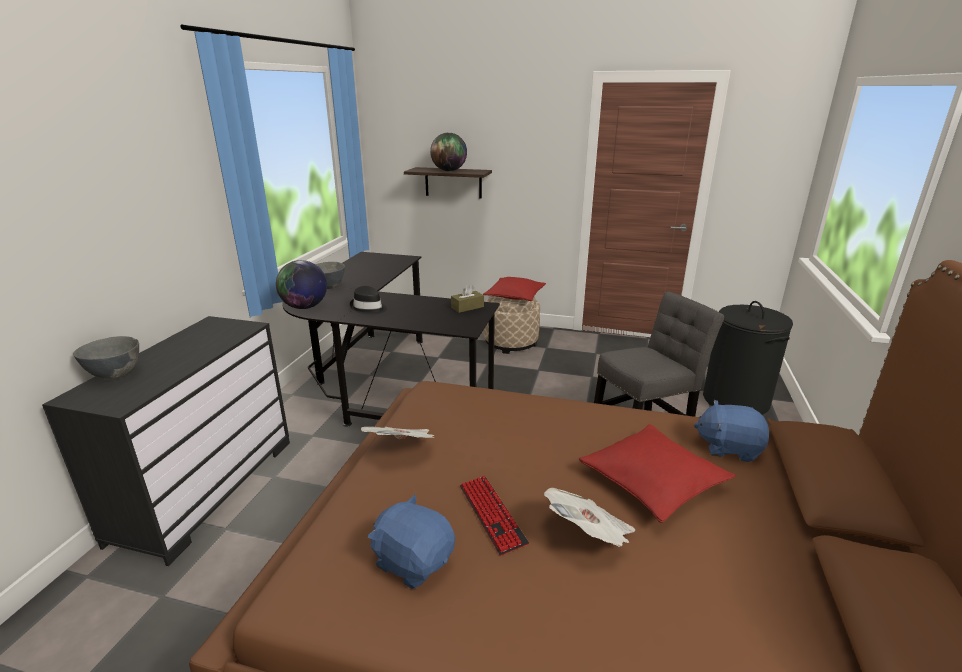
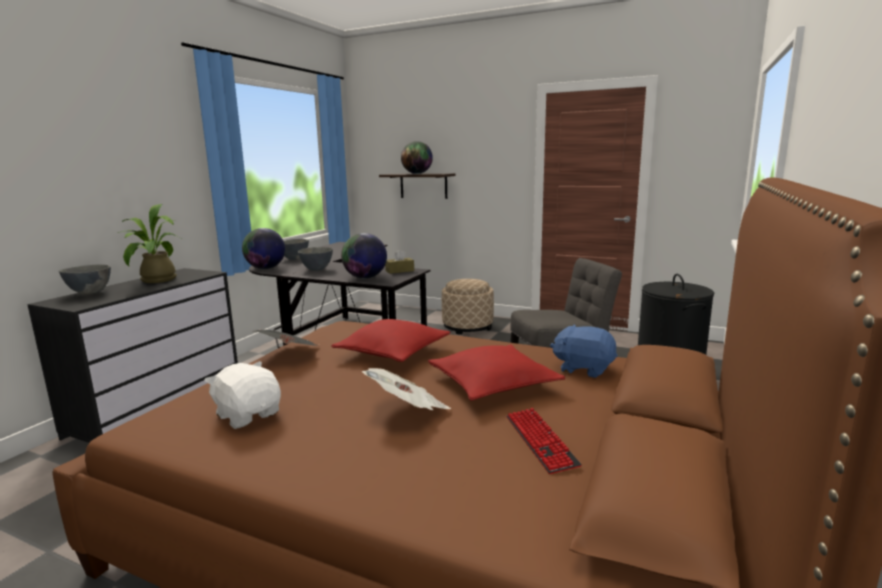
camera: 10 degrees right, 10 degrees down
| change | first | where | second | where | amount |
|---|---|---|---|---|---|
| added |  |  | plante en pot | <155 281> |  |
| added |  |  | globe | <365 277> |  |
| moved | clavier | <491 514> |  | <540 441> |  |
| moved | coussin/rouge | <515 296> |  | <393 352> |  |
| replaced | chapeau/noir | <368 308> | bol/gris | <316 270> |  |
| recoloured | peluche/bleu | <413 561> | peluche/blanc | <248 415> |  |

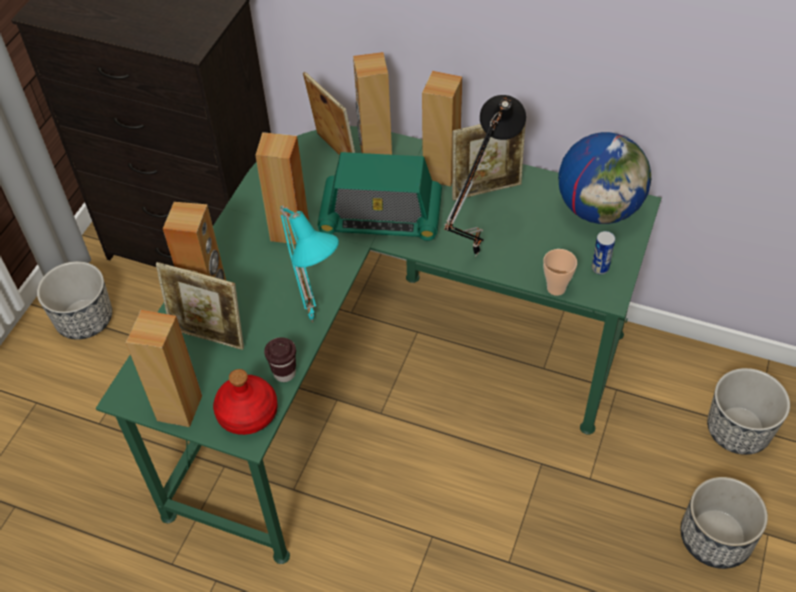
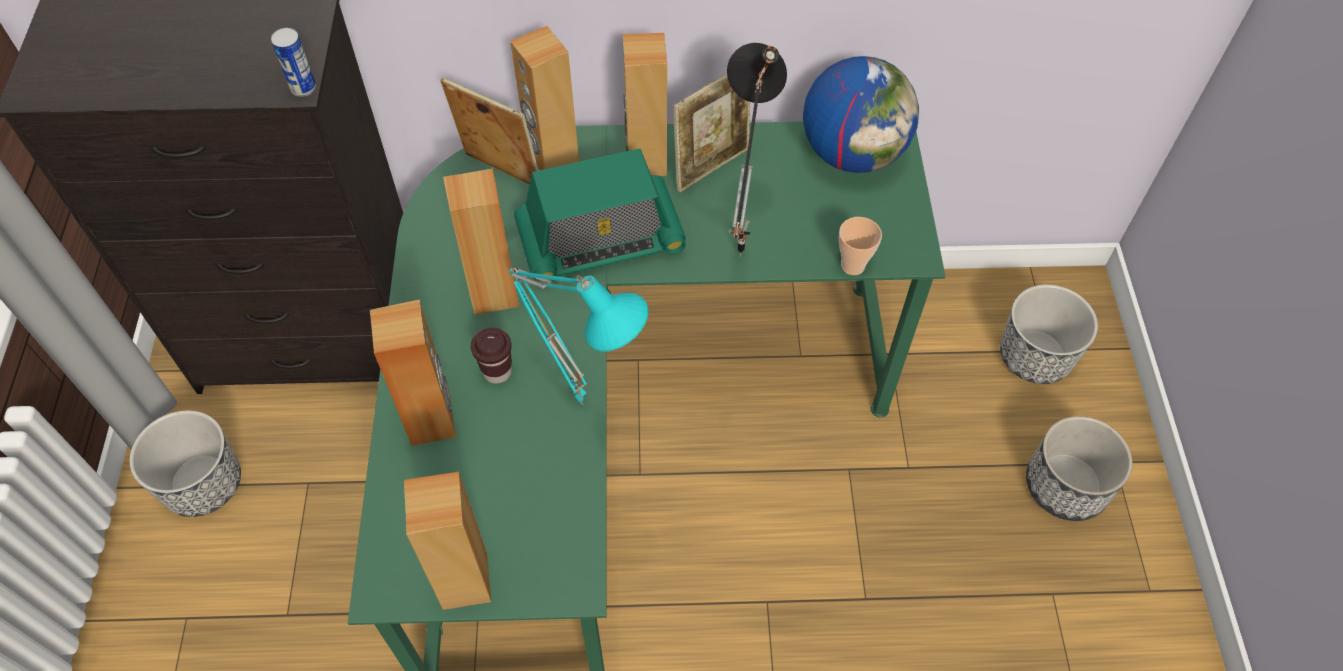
camera: 25 degrees left, 5 degrees up
| change | first | where | second | where | amount |
|---|---|---|---|---|---|
| removed | cadre photo | <209 336> |  |  |  |
| removed | bouteille/rouge | <247 413> |  |  |  |
| moved | tasse/marron | <284 373> |  | <497 372> |  |
| moved | boîte métallique | <600 268> |  | <303 88> |  |

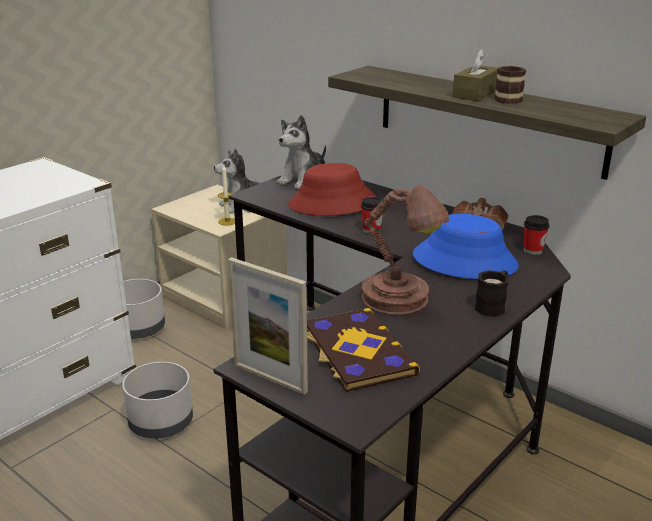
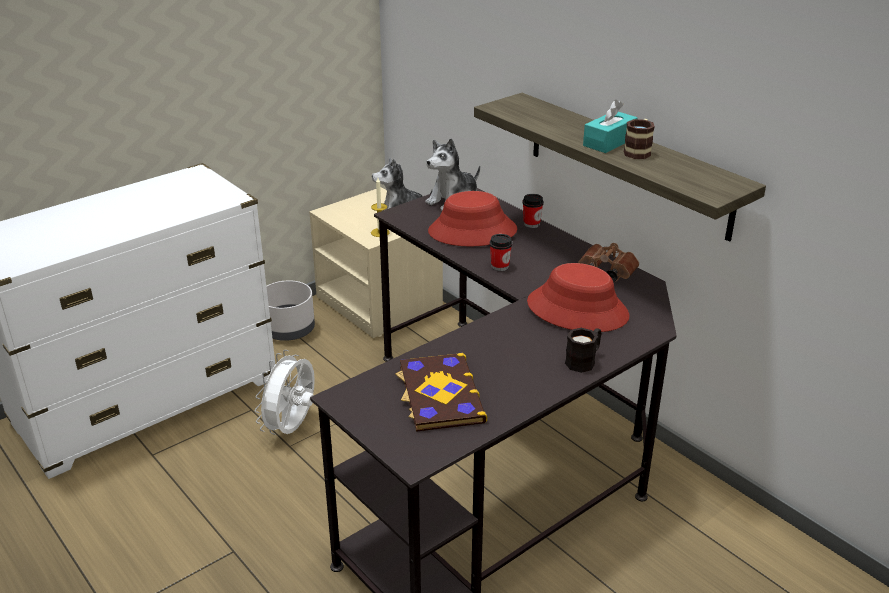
camera: 10 degrees right, 5 degrees up
| change | first | where | second | where | amount |
|---|---|---|---|---|---|
| removed | cadre photo | <270 378> |  |  |  |
| removed | lampe de table/marron | <399 300> |  |  |  |
| moved | tasse | <533 250> |  | <531 224> |  |
| replaced | cache-pot/gris | <161 423> | ventilateur/blanc | <292 428> |  |
| recoloured | chapeau/bleu | <464 261> | chapeau/rouge | <577 309> |  |
| recoloured | boîte à mouchoirs/marron | <475 94> | boîte à mouchoirs/turquoise | <609 142> |  |

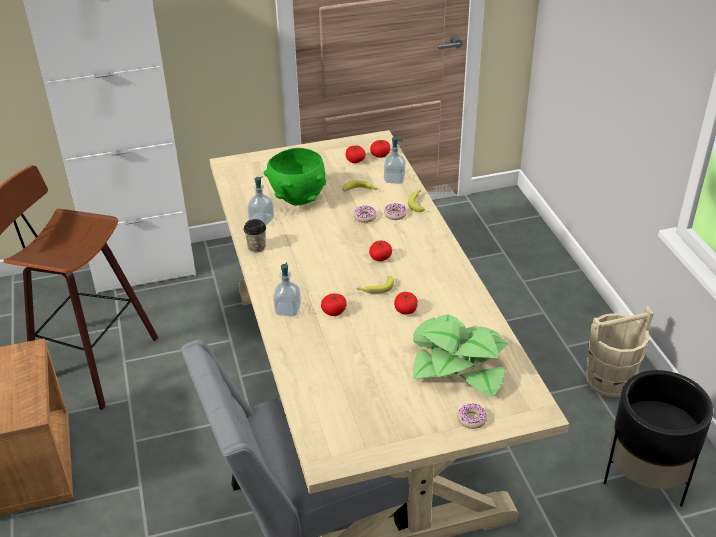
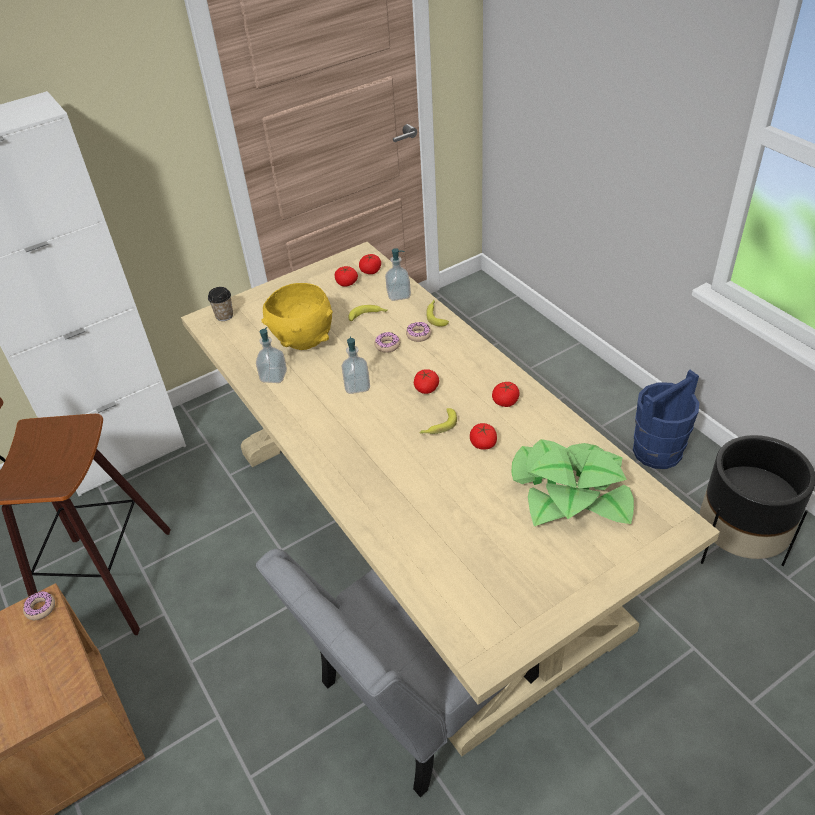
camera: 15 degrees left, 5 degrees up
| change | first | where | second | where | amount |
|---|---|---|---|---|---|
| moved | tasse | <256 247> |  | <224 316> |  |
| moved | distributeur de savon | <288 310> |  | <357 386> |  |
| moved | tomate | <334 311> |  | <505 401> |  |
| moved | beignet | <471 419> |  | <40 608> |  |
| recoloured | bol/vert | <298 198> | bol/jaune | <303 340> |  |
| recoloured | seau/beige | <610 380> | seau/bleu | <658 451> |  |

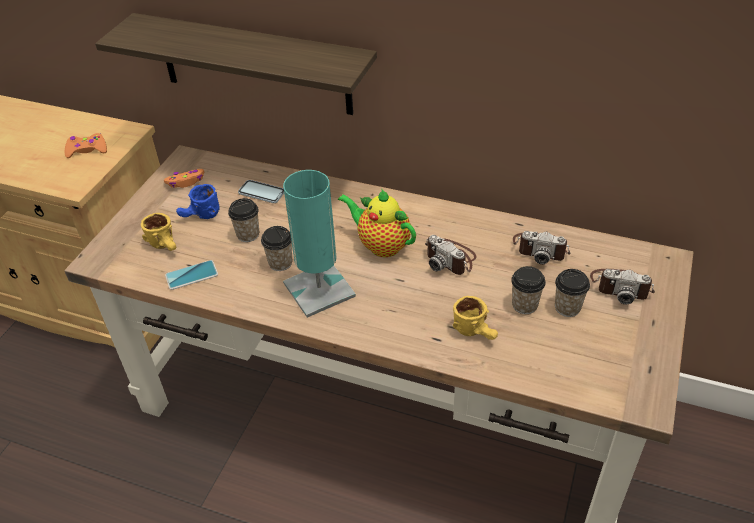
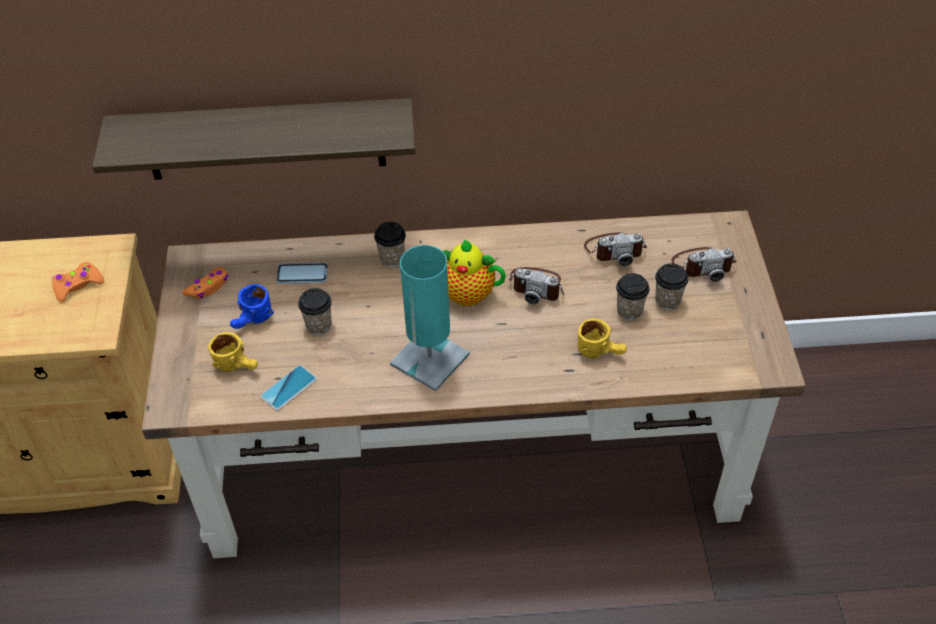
camera: 25 degrees left, 5 degrees up
| change | first | where | second | where | amount |
|---|---|---|---|---|---|
| moved | tasse | <280 263> |  | <392 258> |  |

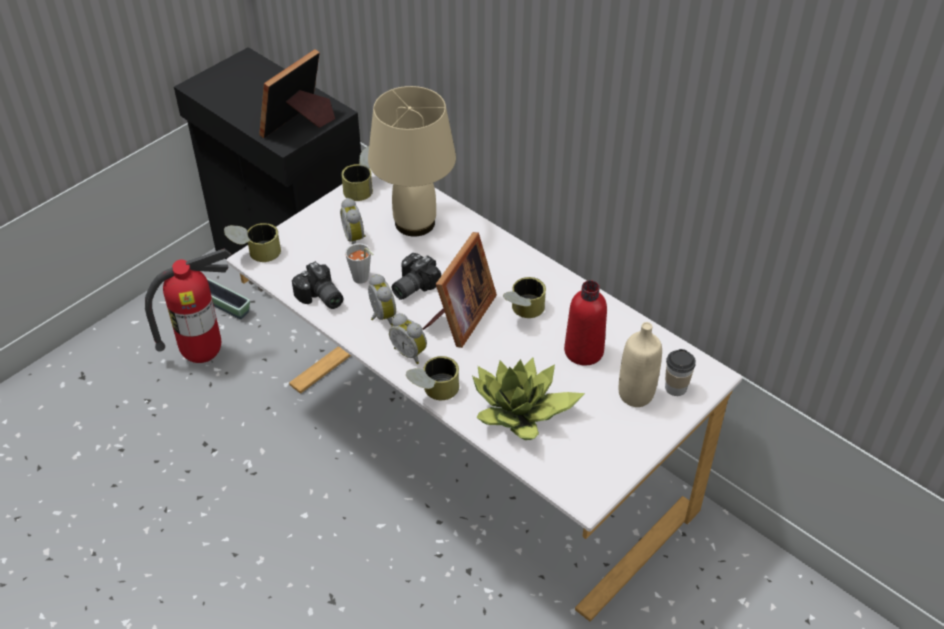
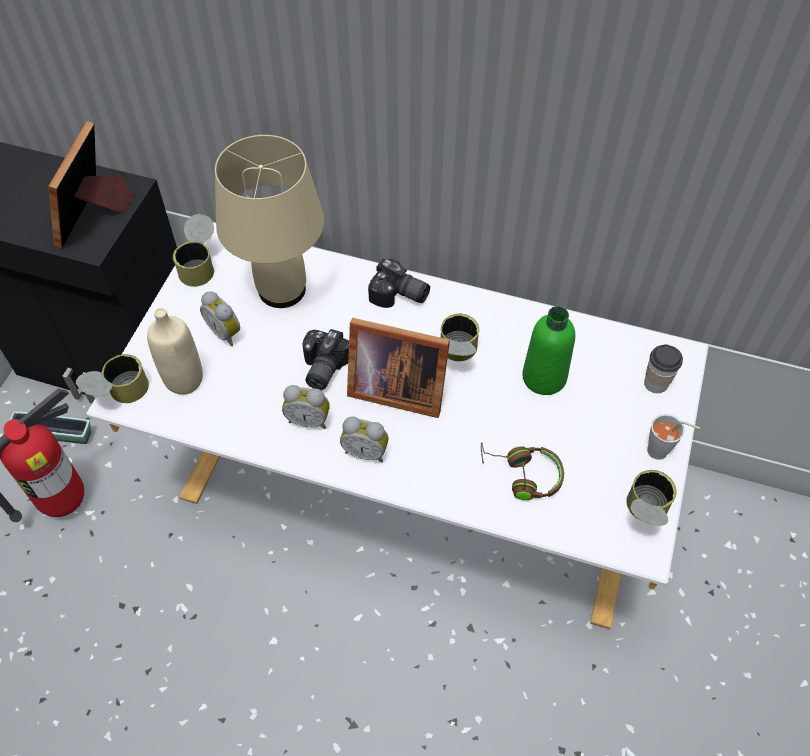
camera: 25 degrees left, 10 degrees up
| change | first | where | second | where | amount |
|---|---|---|---|---|---|
| moved | appareil photo | <320 298> |  | <399 296> |  |
| moved | tasse/gris | <362 280> |  | <662 453> |  |
| moved | boîte métallique | <433 392> |  | <643 514> |  |
| moved | bouteille/beige | <636 394> |  | <184 380> |  |
| replaced | plante en pot | <520 411> | casque audio/marron | <521 475> |  |
| recoloured | bouteille/rouge | <583 351> | bouteille/vert | <544 377> |  |
| turned | réveil | <381 317> |  | <309 419> | 150 degrees clockwise |
| turned | cadre photo | <459 318> |  | <394 387> | 105 degrees clockwise |

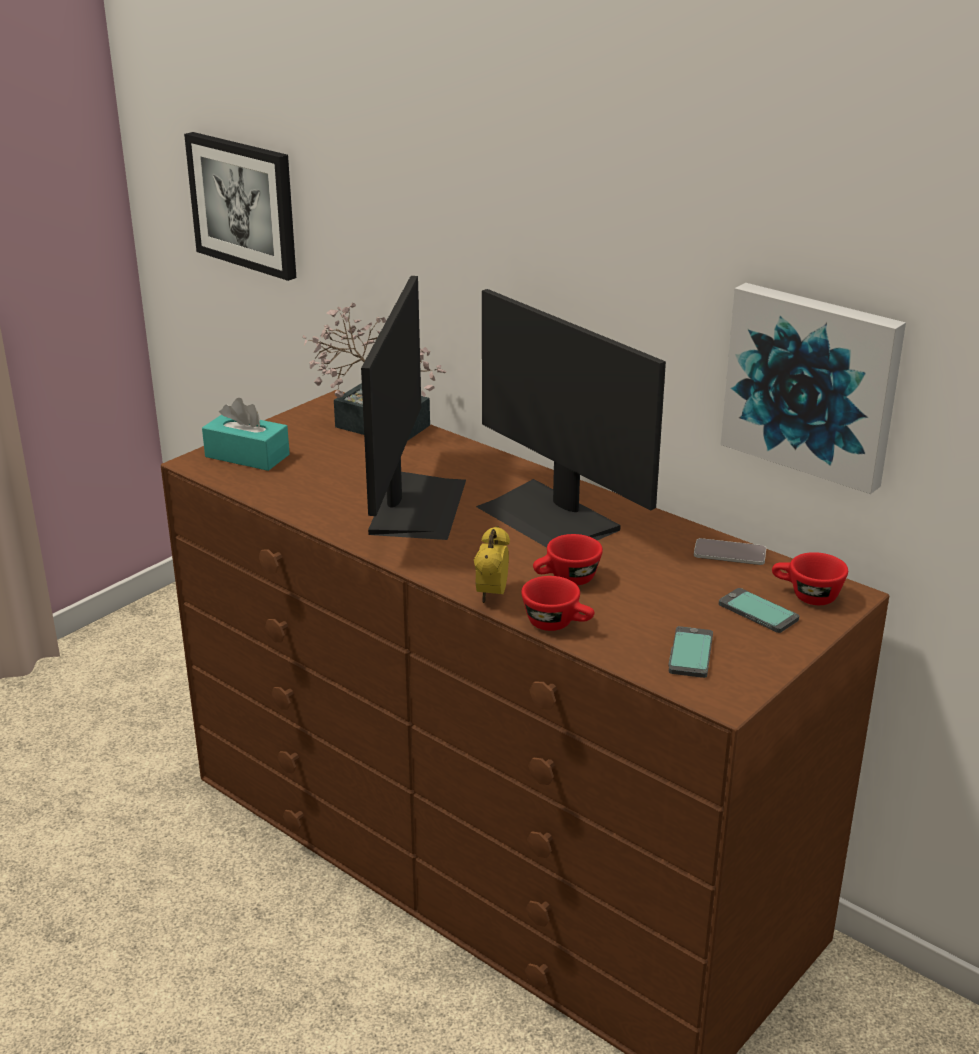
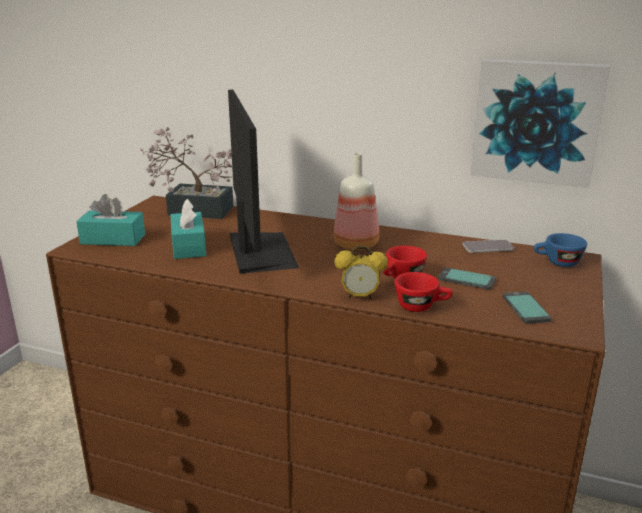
camera: 20 degrees left, 5 degrees down
| change | first | where | second | where | amount |
|---|---|---|---|---|---|
| removed | tableau | <244 204> |  |  |  |
| added |  |  | boîte à mouchoirs/turquoise | <189 246> |  |
| moved | téléphone | <758 612> |  | <466 280> |  |
| replaced | écran d'ordinateur | <550 517> | bouteille | <357 244> |  |
| recoloured | tasse/rouge | <806 596> | tasse/bleu | <557 263> |  |
| turned | réveil | <491 595> |  | <360 297> | 75 degrees counterclockwise |

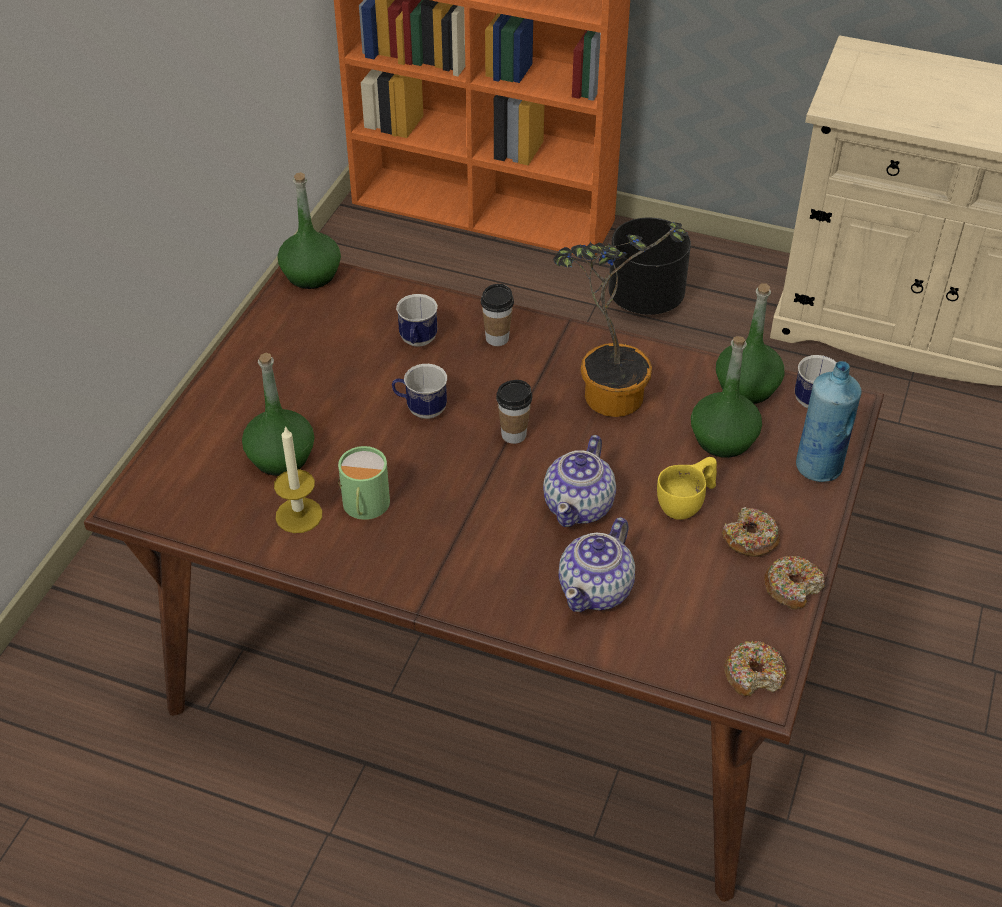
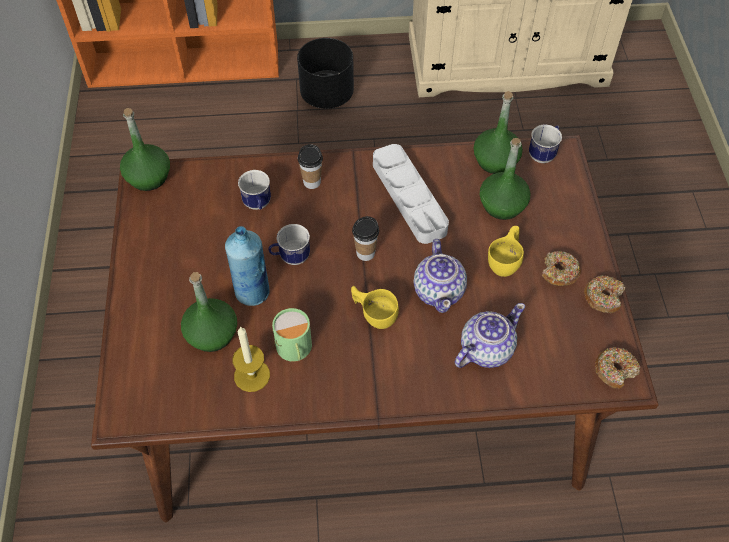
camera: 25 degrees left, 10 degrees up
| change | first | where | second | where | amount |
|---|---|---|---|---|---|
| added |  |  | tasse/jaune | <374 314> |  |
| moved | bouteille/bleu | <818 467> |  | <252 292> |  |
| replaced | plante en pot | <607 392> | plateau/gris | <409 197> |  |
| turned | théière | <596 589> |  | <485 349> | 135 degrees counterclockwise |

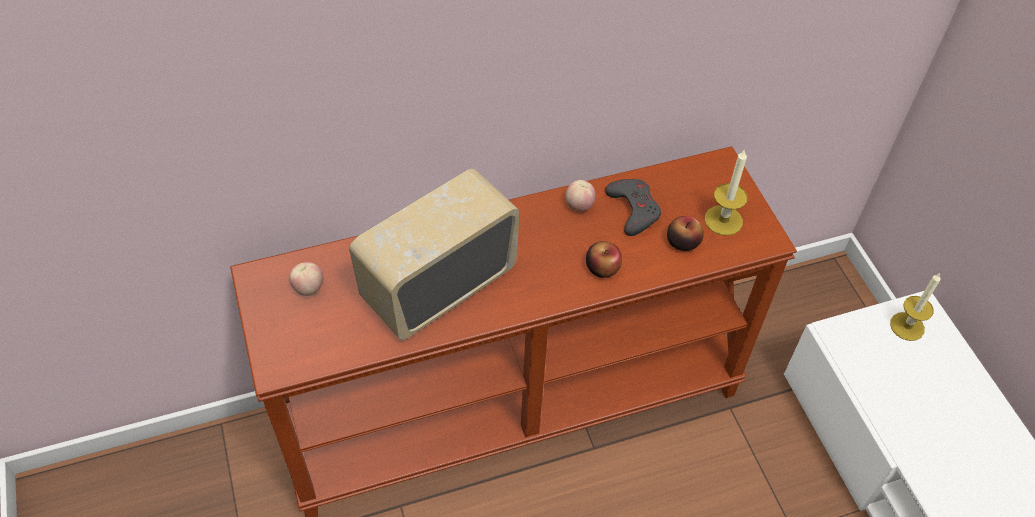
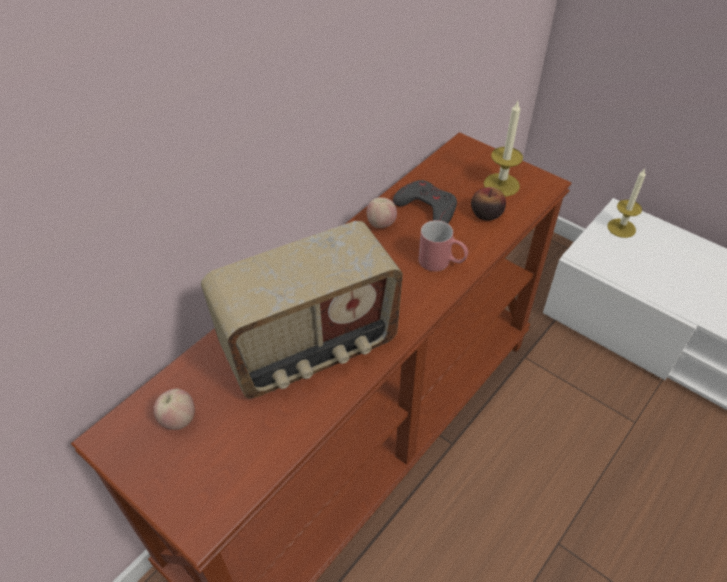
camera: 30 degrees left, 5 degrees down
| change | first | where | second | where | amount |
|---|---|---|---|---|---|
| replaced | pomme | <602 267> | mug/rouge | <442 263> |  |
| turned | radio | <438 285> |  | <310 349> | 135 degrees counterclockwise |

